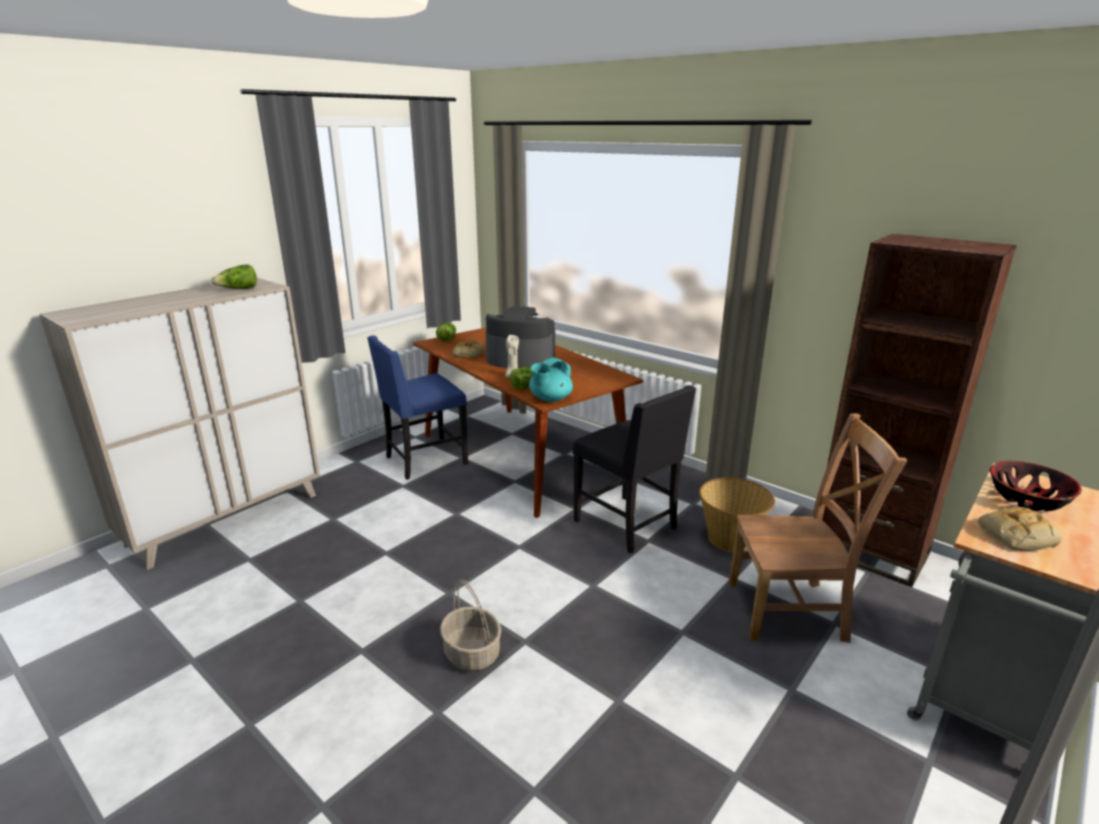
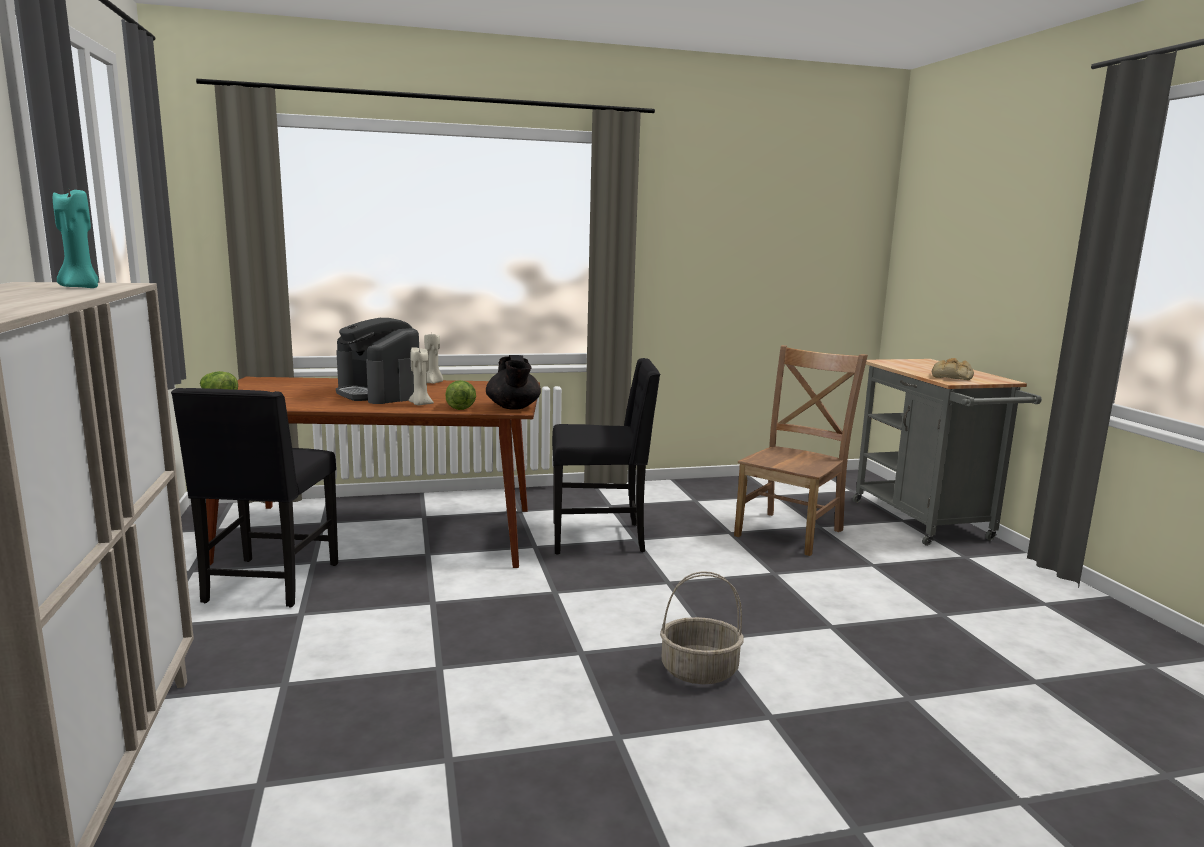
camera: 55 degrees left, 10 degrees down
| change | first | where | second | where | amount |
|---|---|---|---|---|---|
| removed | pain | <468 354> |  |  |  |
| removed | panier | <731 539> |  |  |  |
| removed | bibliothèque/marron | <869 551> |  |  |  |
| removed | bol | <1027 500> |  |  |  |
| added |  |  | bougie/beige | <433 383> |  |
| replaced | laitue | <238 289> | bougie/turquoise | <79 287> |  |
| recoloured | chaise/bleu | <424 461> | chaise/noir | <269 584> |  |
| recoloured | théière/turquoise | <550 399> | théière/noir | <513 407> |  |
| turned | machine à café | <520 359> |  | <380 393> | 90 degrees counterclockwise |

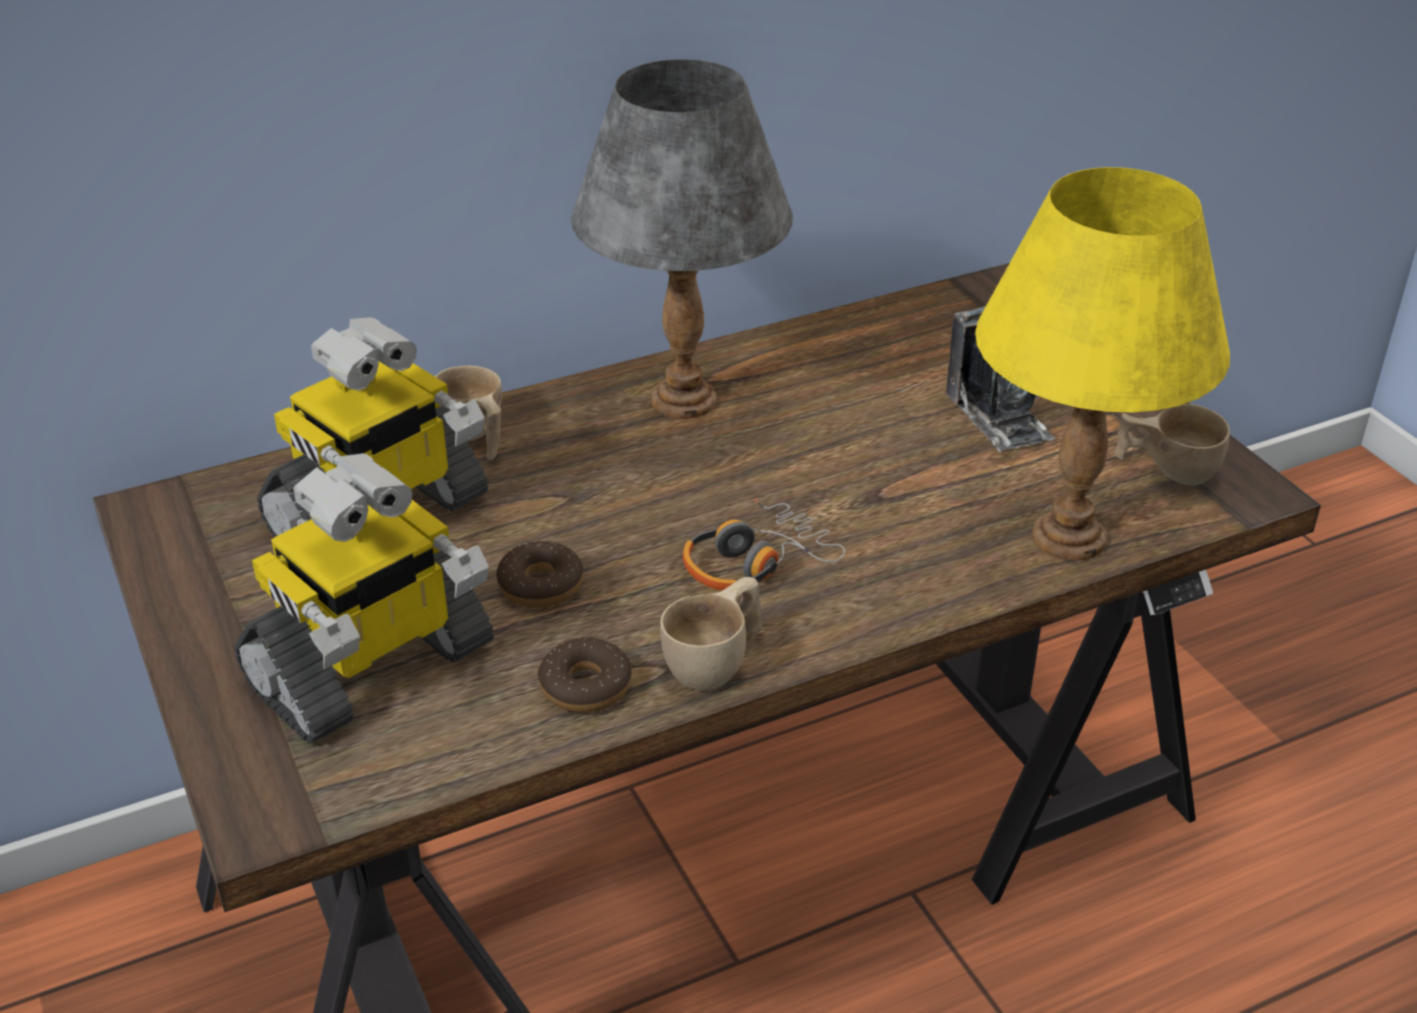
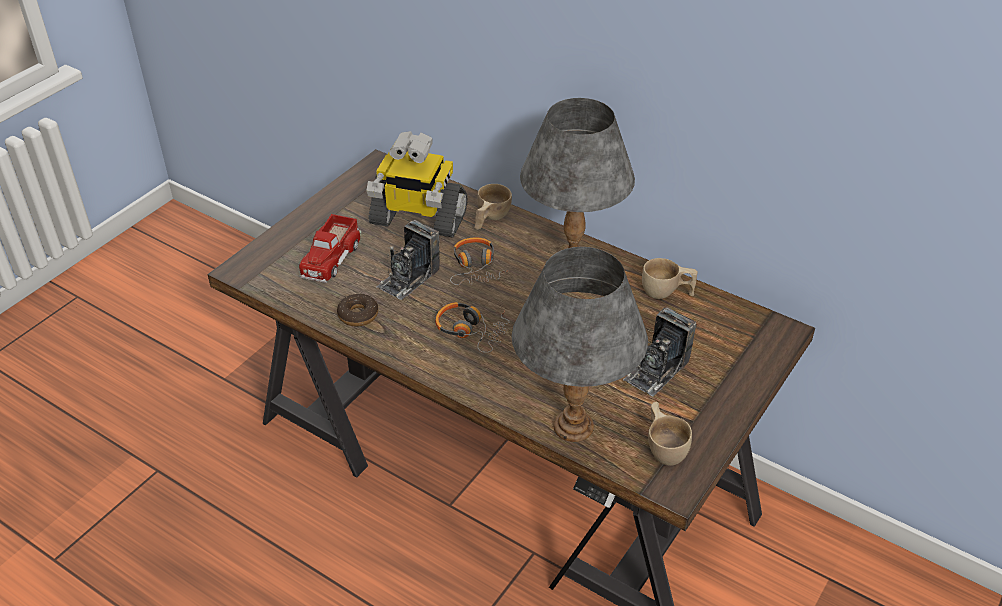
camera: 60 degrees right, 5 degrees up
| change | first | where | second | where | amount |
|---|---|---|---|---|---|
| added |  |  | casque audio | <476 268> |  |
| moved | tasse/beige | <717 662> |  | <667 293> |  |
| replaced | robot jouet | <371 668> | camion jouet | <330 257> |  |
| replaced | beignet | <541 585> | appareil photo | <409 278> |  |
| recoloured | lampe de table/jaune | <1070 537> | lampe de table/gris | <573 427> |  |

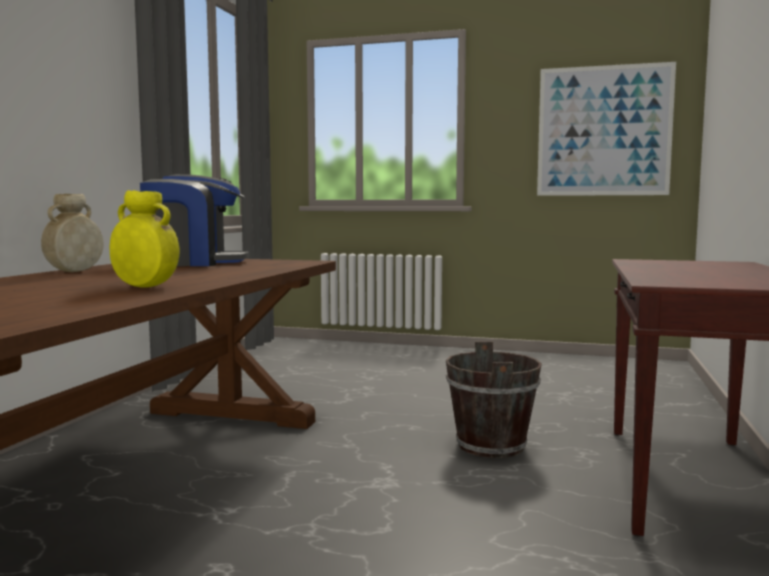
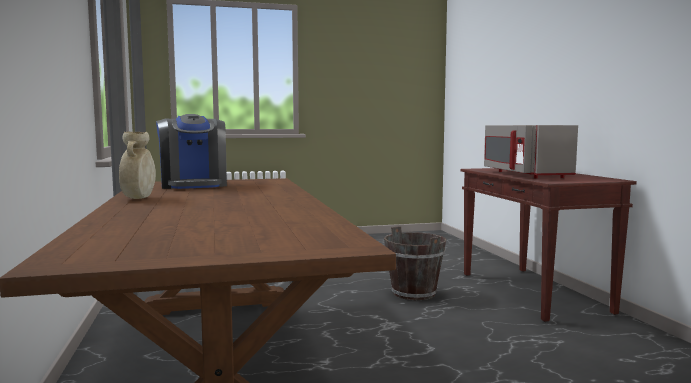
camera: 30 degrees left, 0 degrees up
| change | first | where | second | where | amount |
|---|---|---|---|---|---|
| removed | vase/jaune | <145 287> |  |  |  |
| removed | tableau | <603 131> |  |  |  |
| added |  |  | micro-ondes/gris | <524 174> |  |
| turned | machine à café | <195 263> |  | <194 185> | 105 degrees clockwise |

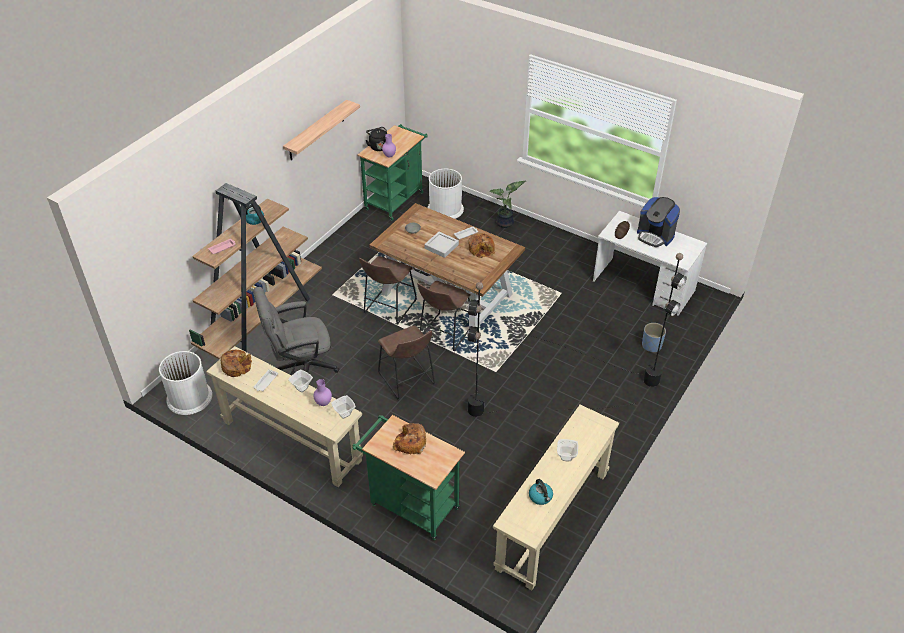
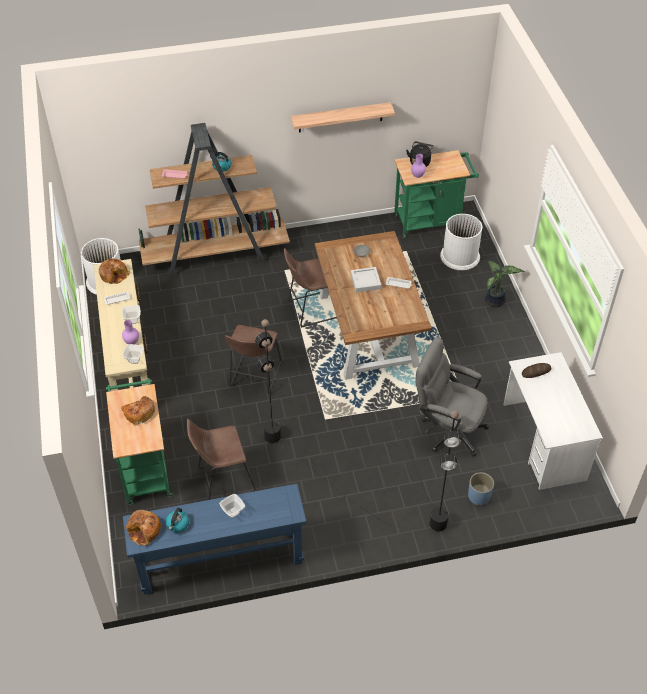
camera: 45 degrees right, 5 degrees up
| change | first | where | second | where | amount |
|---|---|---|---|---|---|
| removed | machine à café | <655 236> |  |  |  |
| moved | chaise de bureau/gris | <300 367> |  | <447 429> |  |
| moved | tabouret/marron | <444 334> |  | <223 480> |  |
| moved | pain | <481 249> |  | <144 530> |  |
| recoloured | table console/beige | <552 520> | table console/bleu | <220 561> |  |

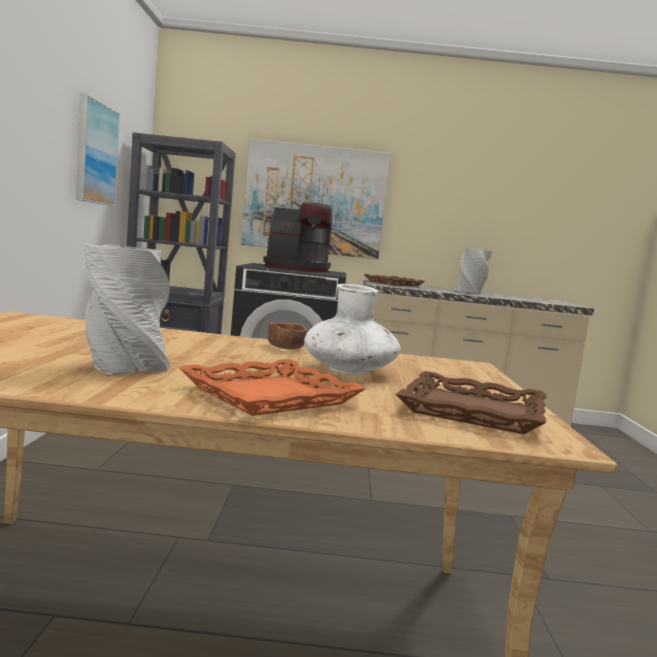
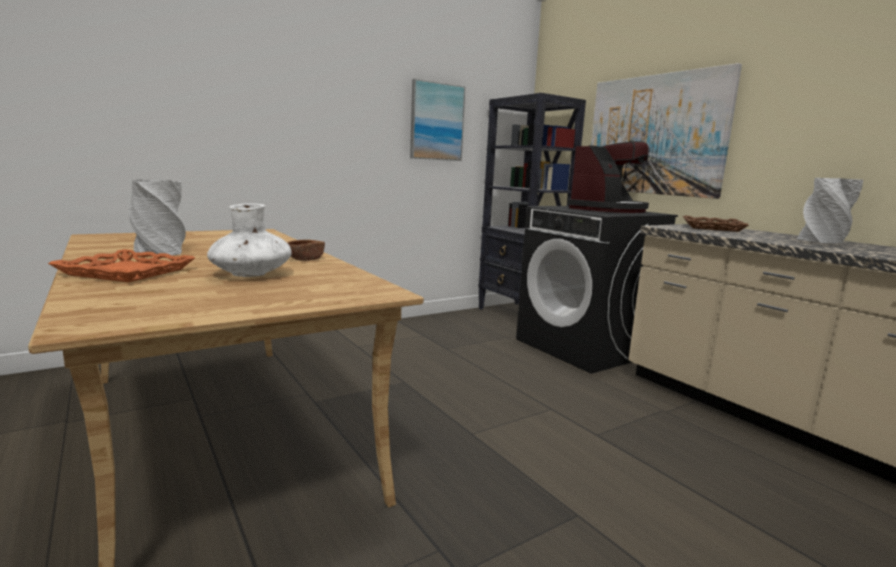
camera: 55 degrees right, 5 degrees up
| change | first | where | second | where | amount |
|---|---|---|---|---|---|
| removed | plateau/marron | <472 411> |  |  |  |
| turned | machine à café | <297 268> |  | <608 210> | 105 degrees counterclockwise |

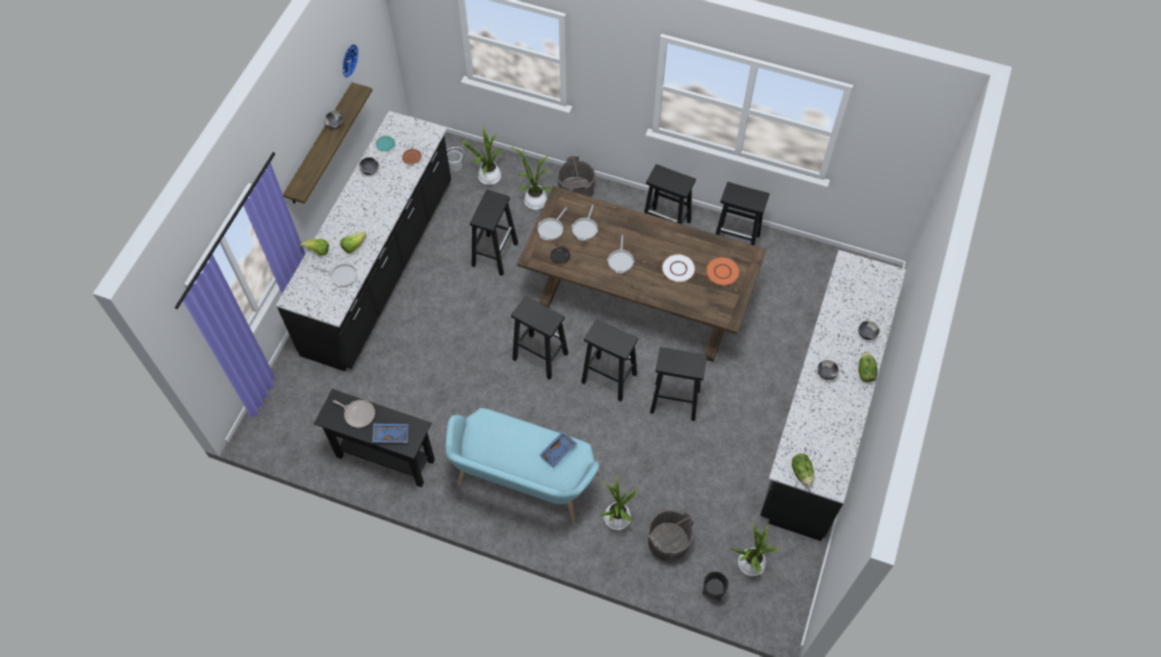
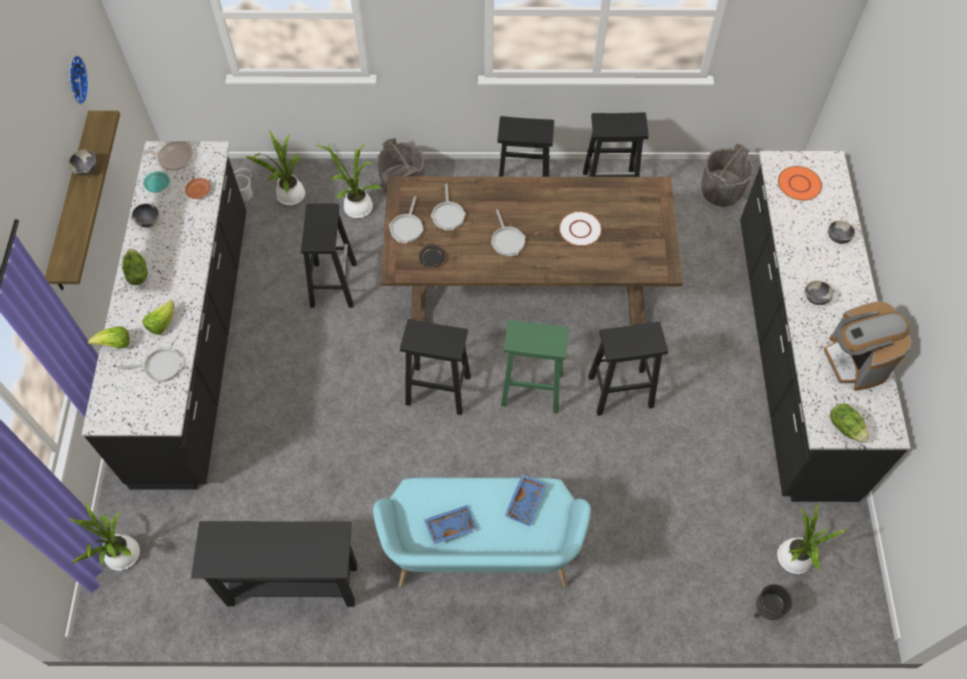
camera: 20 degrees left, 0 degrees up
| change | first | where | second | where | amount |
|---|---|---|---|---|---|
| added |  |  | machine à café | <855 361> |  |
| moved | poêle | <358 414> |  | <174 158> |  |
| moved | plateau/bleu | <391 434> |  | <450 525> |  |
| moved | plante en pot | <616 520> |  | <122 557> |  |
| moved | seau/gris | <668 544> |  | <721 191> |  |
| moved | assiette/orange | <722 272> |  | <799 184> |  |
| moved | laitue | <865 372> |  | <137 273> |  |
| recoloured | tabouret/noir | <608 378> | tabouret/vert | <530 389> |  |

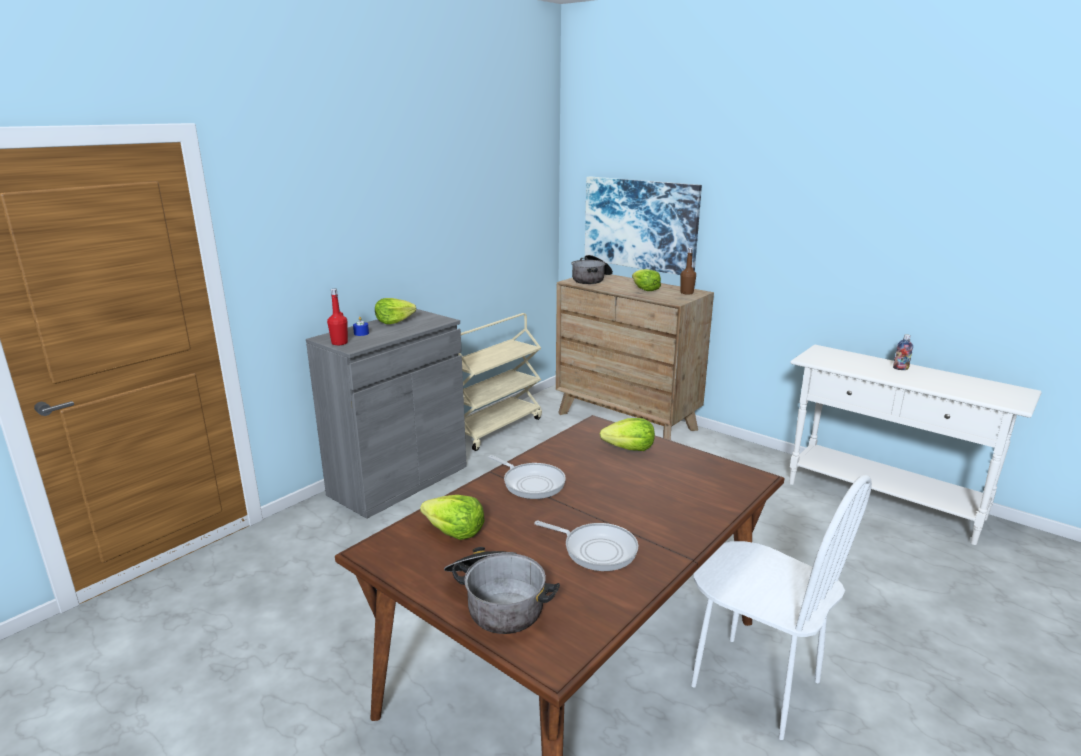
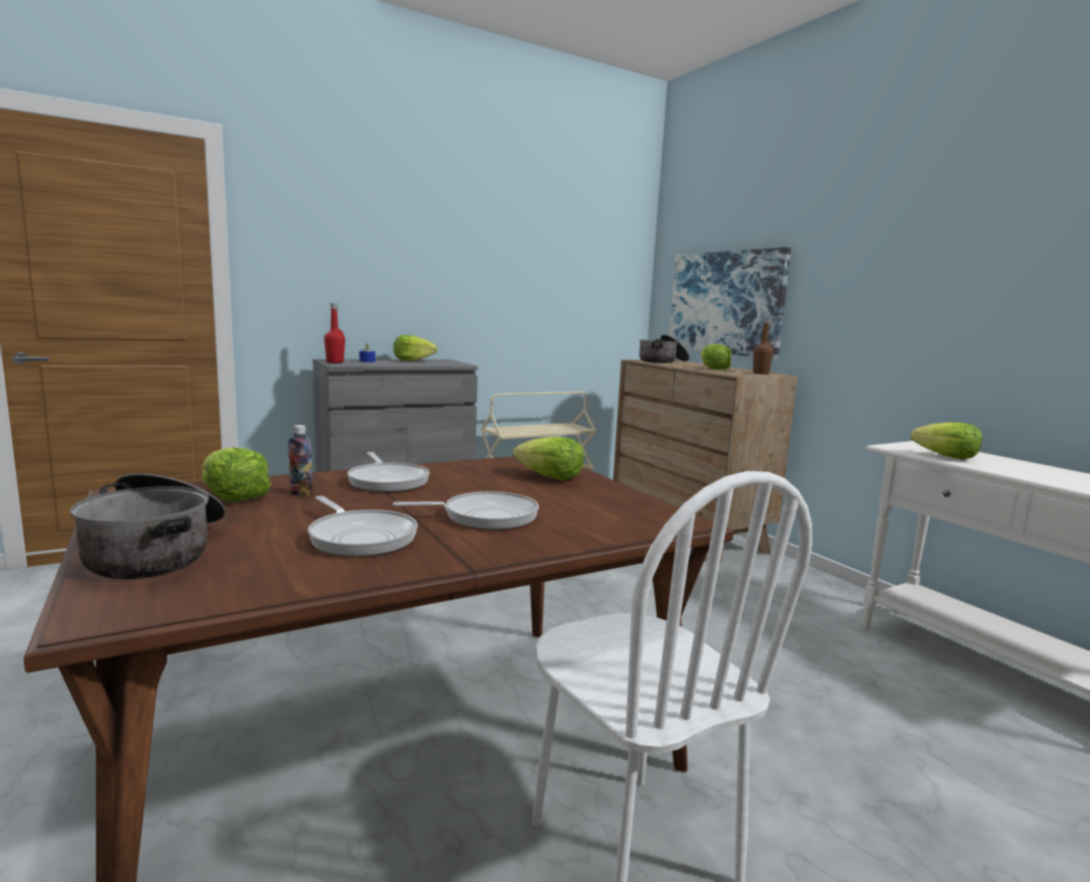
camera: 20 degrees right, 10 degrees down
| change | first | where | second | where | amount |
|---|---|---|---|---|---|
| added |  |  | poêle | <484 516> |  |
| added |  |  | laitue | <946 457> |  |
| moved | bouteille | <900 368> |  | <301 493> |  |

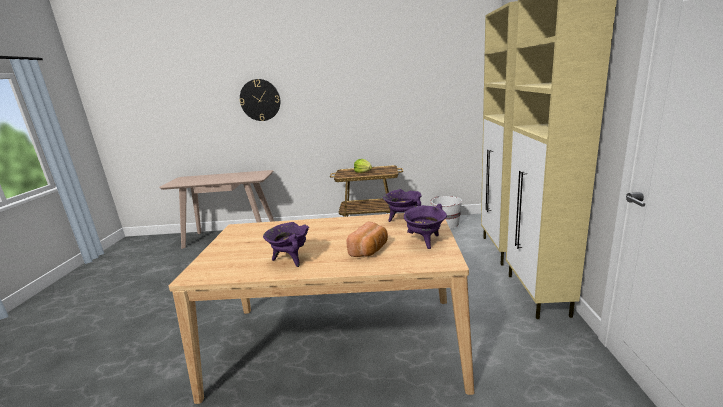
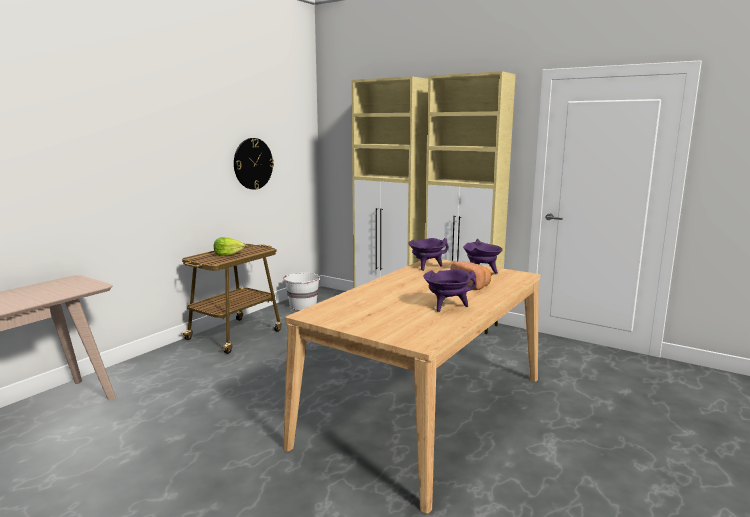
camera: 60 degrees left, 5 degrees down
| change | first | where | second | where | amount |
|---|---|---|---|---|---|
| moved | horloge murale | <260 100> |  | <253 163> |  |

